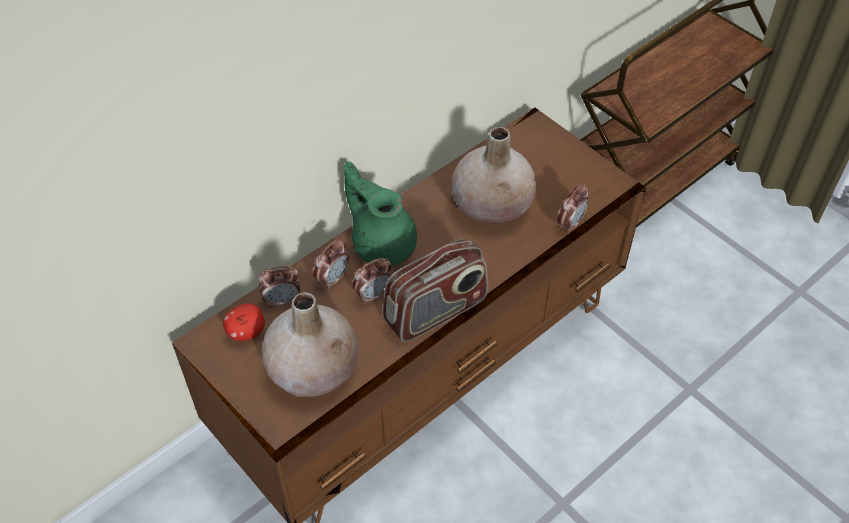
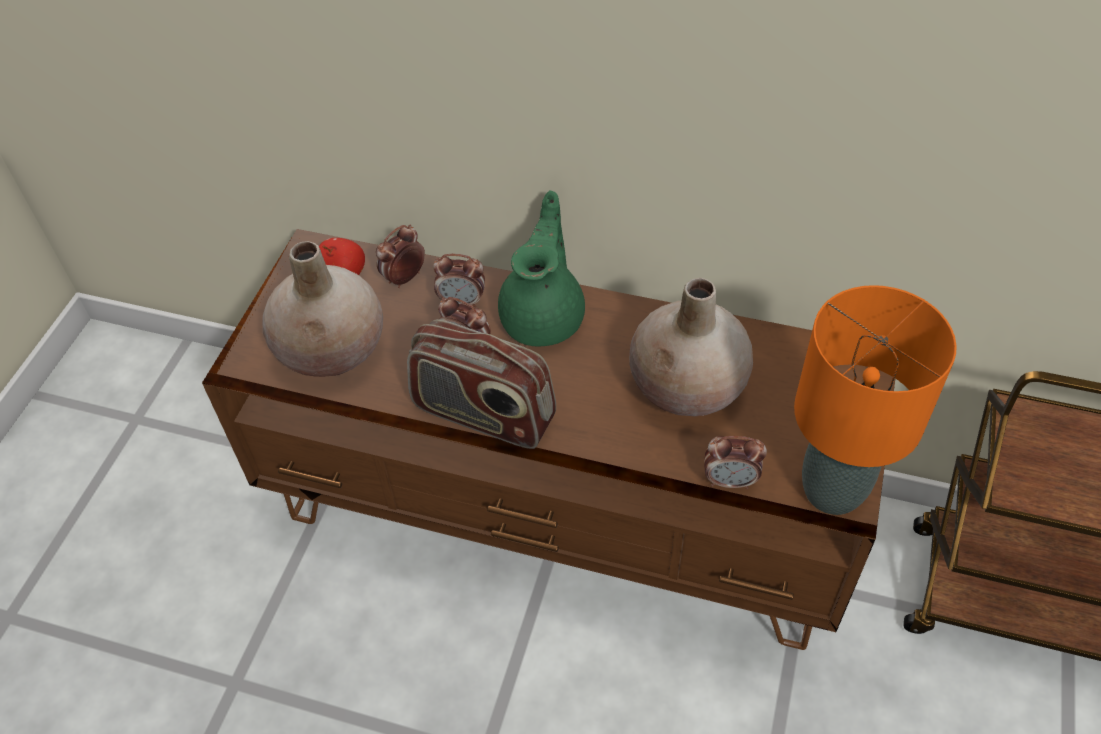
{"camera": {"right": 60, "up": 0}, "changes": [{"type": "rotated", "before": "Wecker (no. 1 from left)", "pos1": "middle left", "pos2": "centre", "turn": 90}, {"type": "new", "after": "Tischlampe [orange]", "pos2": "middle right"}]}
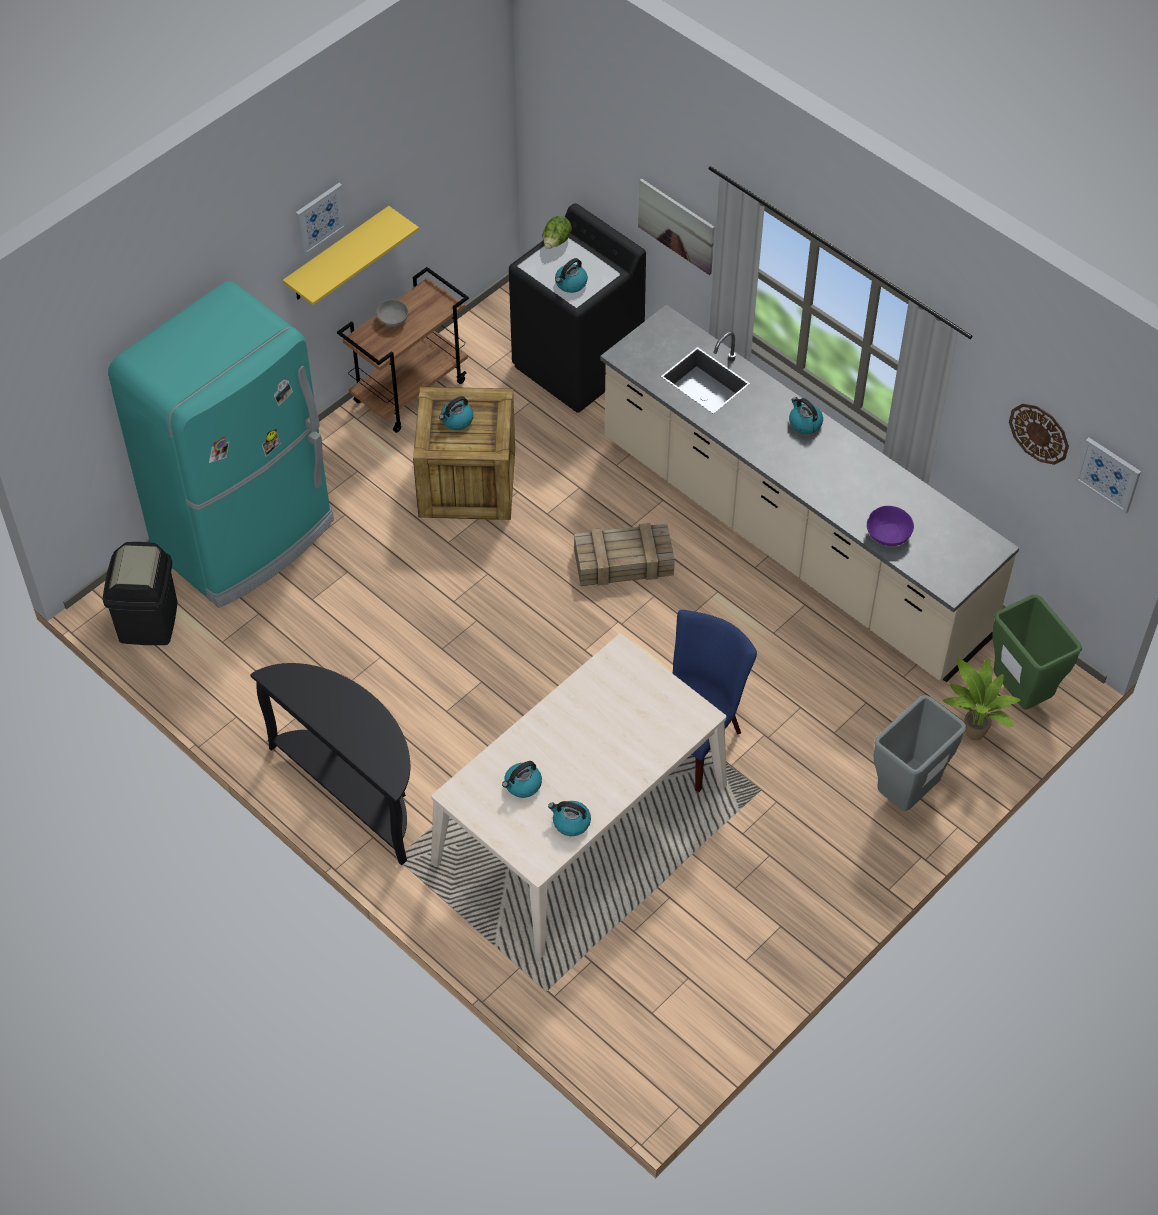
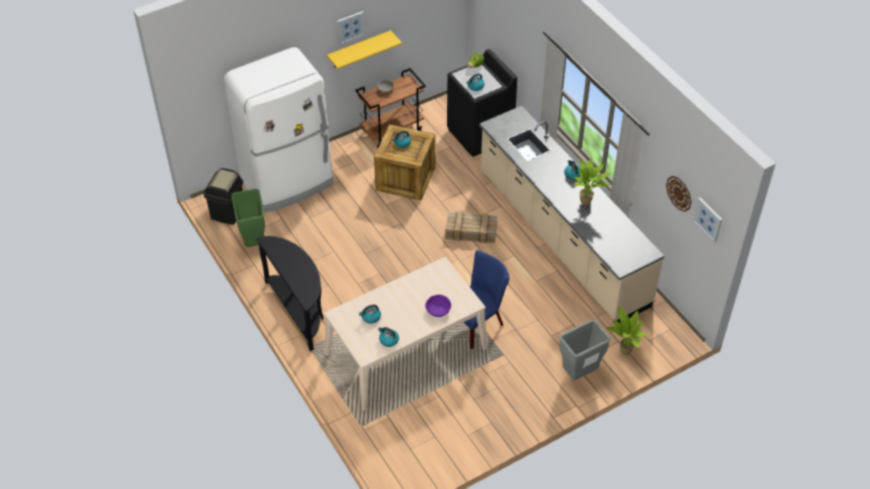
{"camera": {"right": 15, "up": -5}, "changes": [{"type": "gone", "before": "Bild (no. 2 from left)", "pos1": "top centre"}, {"type": "repainted", "before": "Kühlschrank [türkis]", "after": "Kühlschrank [weiß]", "pos1": "middle left", "pos2": "top left"}, {"type": "shifted", "before": "Schüssel [lila]", "pos1": "middle right", "pos2": "centre"}, {"type": "shifted", "before": "Mülleimer [grün]", "pos1": "middle right", "pos2": "middle left"}, {"type": "new", "after": "Topfpflanze (no. 1 from left)", "pos2": "middle right"}]}
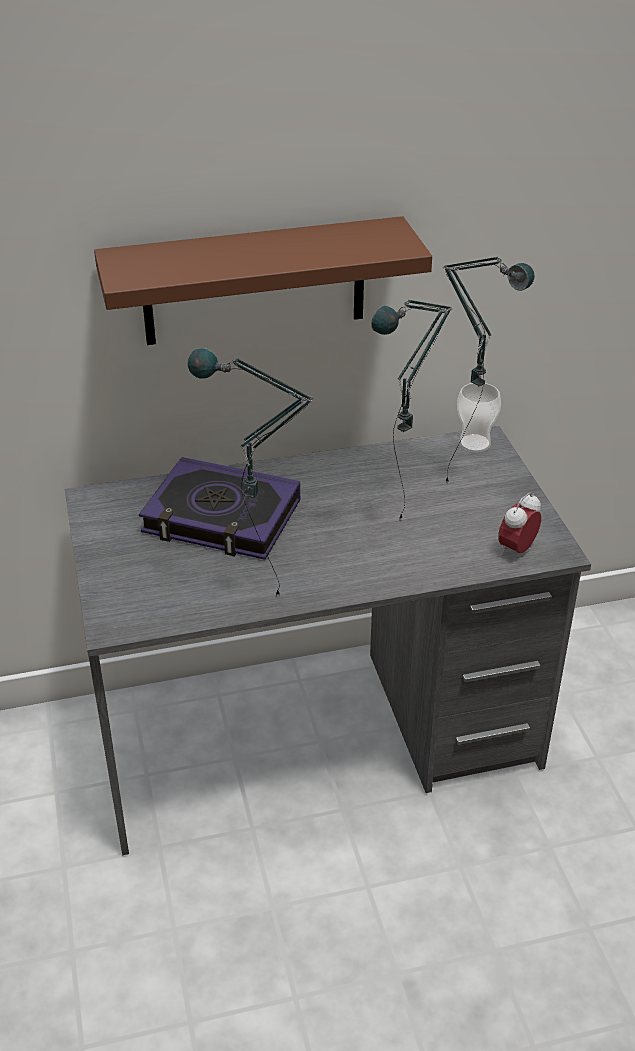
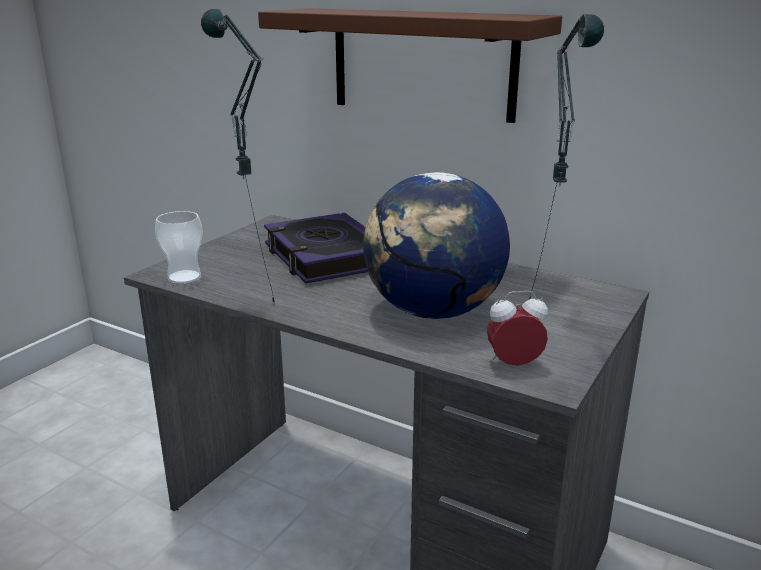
{"camera": {"right": 45, "up": -15}, "changes": [{"type": "swapped", "before": "Tischlampe (no. 2 from left)", "after": "Globus", "pos1": "centre", "pos2": "centre"}, {"type": "shifted", "before": "Tasse", "pos1": "middle right", "pos2": "middle left"}]}
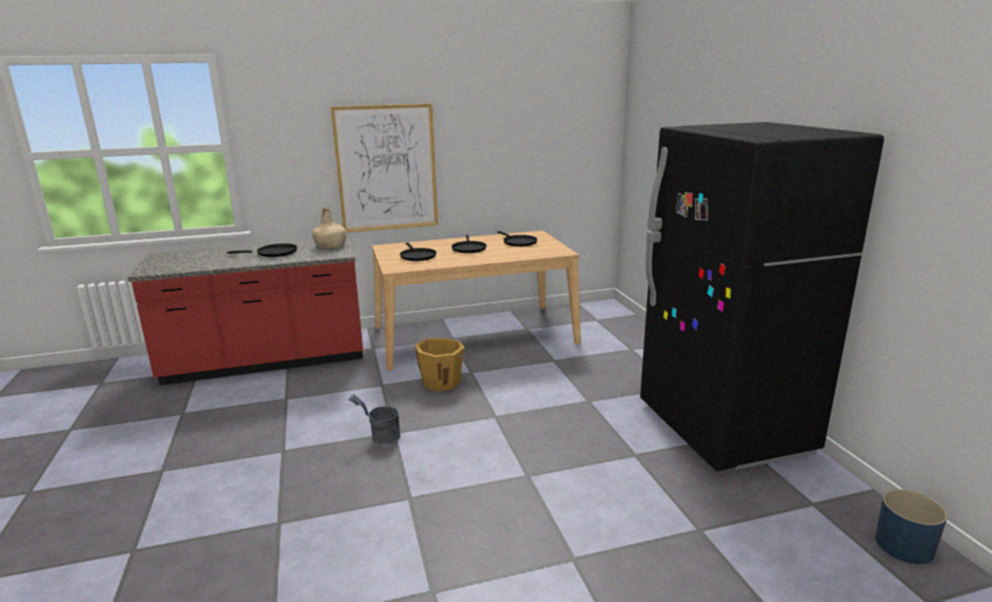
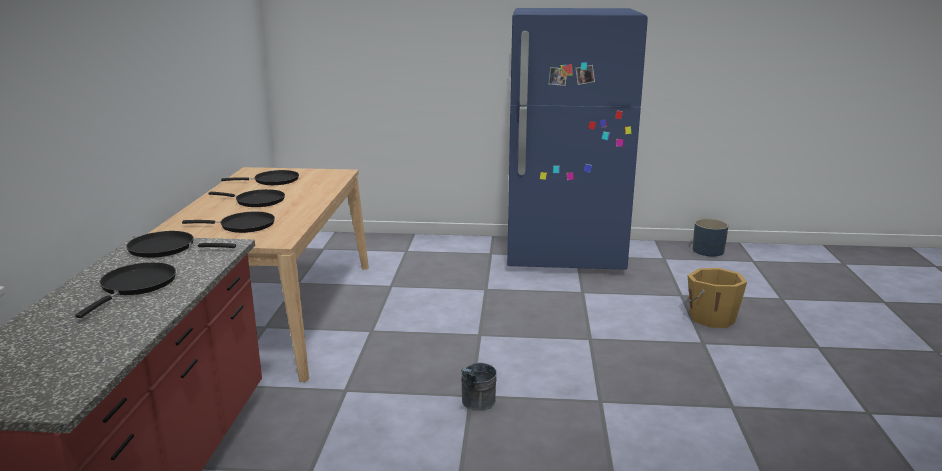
{"camera": {"right": -70, "up": 0}, "changes": [{"type": "gone", "before": "Bild", "pos1": "top centre"}, {"type": "repainted", "before": "Kühlschrank [schwarz]", "after": "Kühlschrank [blau]", "pos1": "middle right", "pos2": "top centre"}, {"type": "swapped", "before": "Flasche [beige]", "after": "Pfanne [schwarz] (no. 2 from left)", "pos1": "middle left", "pos2": "middle left"}, {"type": "shifted", "before": "Eimer [orange]", "pos1": "centre", "pos2": "middle right"}]}
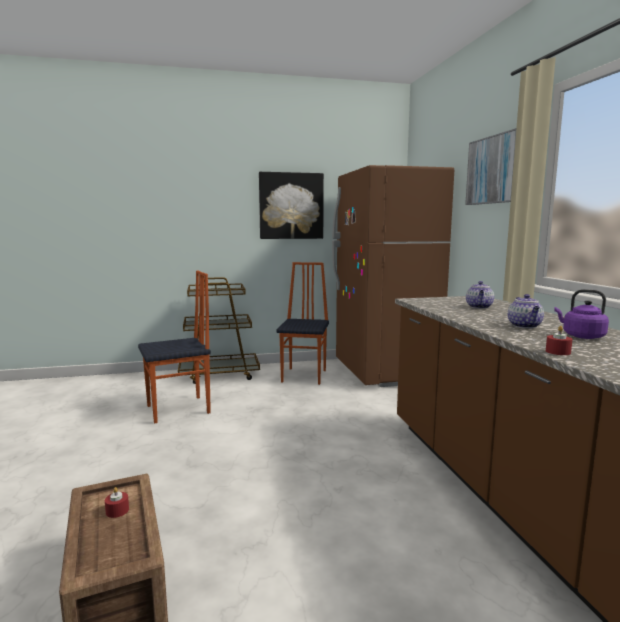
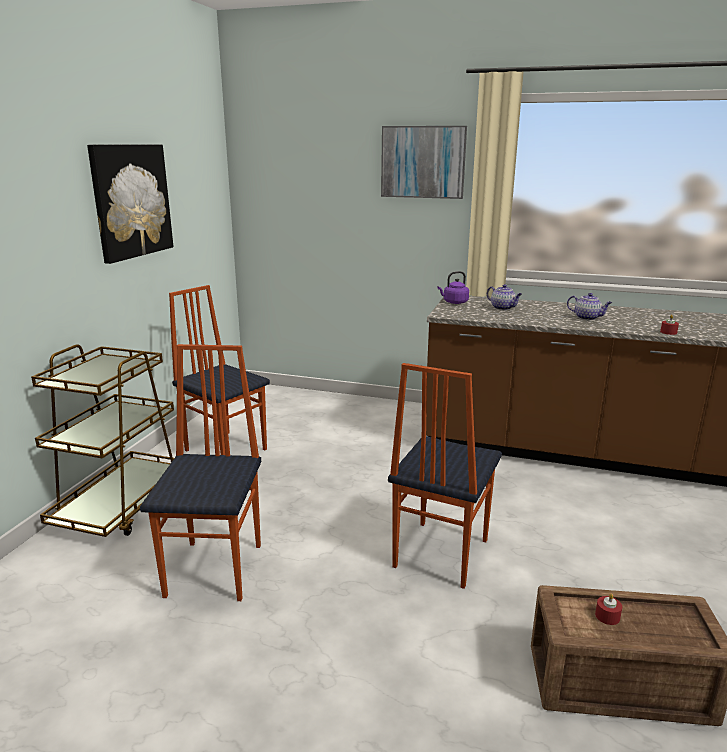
{"camera": {"right": -60, "up": 10}, "changes": [{"type": "gone", "before": "Kühlschrank [braun]", "pos1": "centre"}, {"type": "shifted", "before": "Wasserkessel [lila]", "pos1": "middle right", "pos2": "centre"}, {"type": "new", "after": "Stuhl (no. 3 from left)", "pos2": "centre"}]}
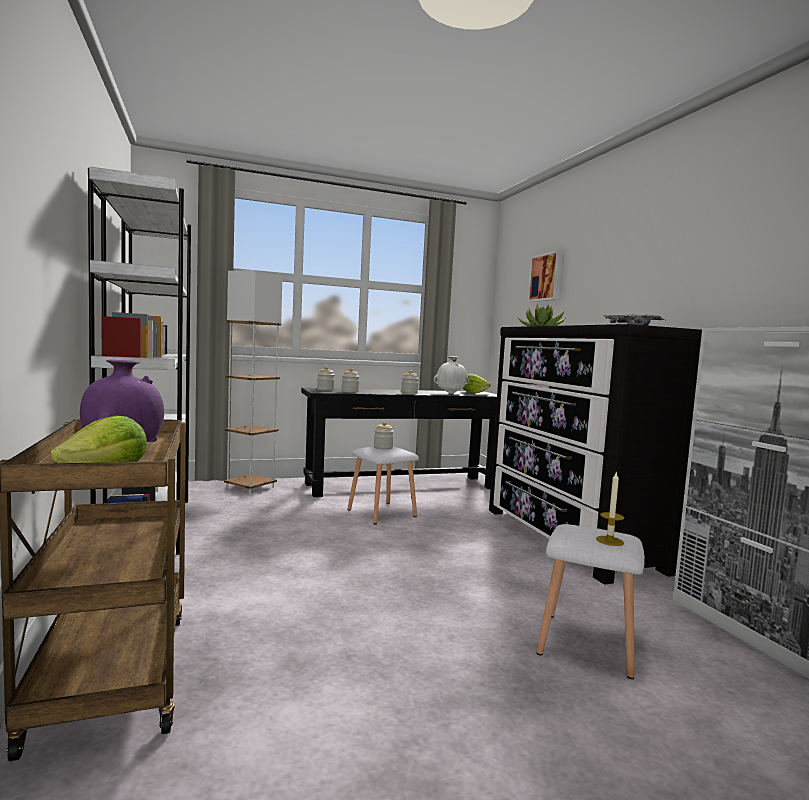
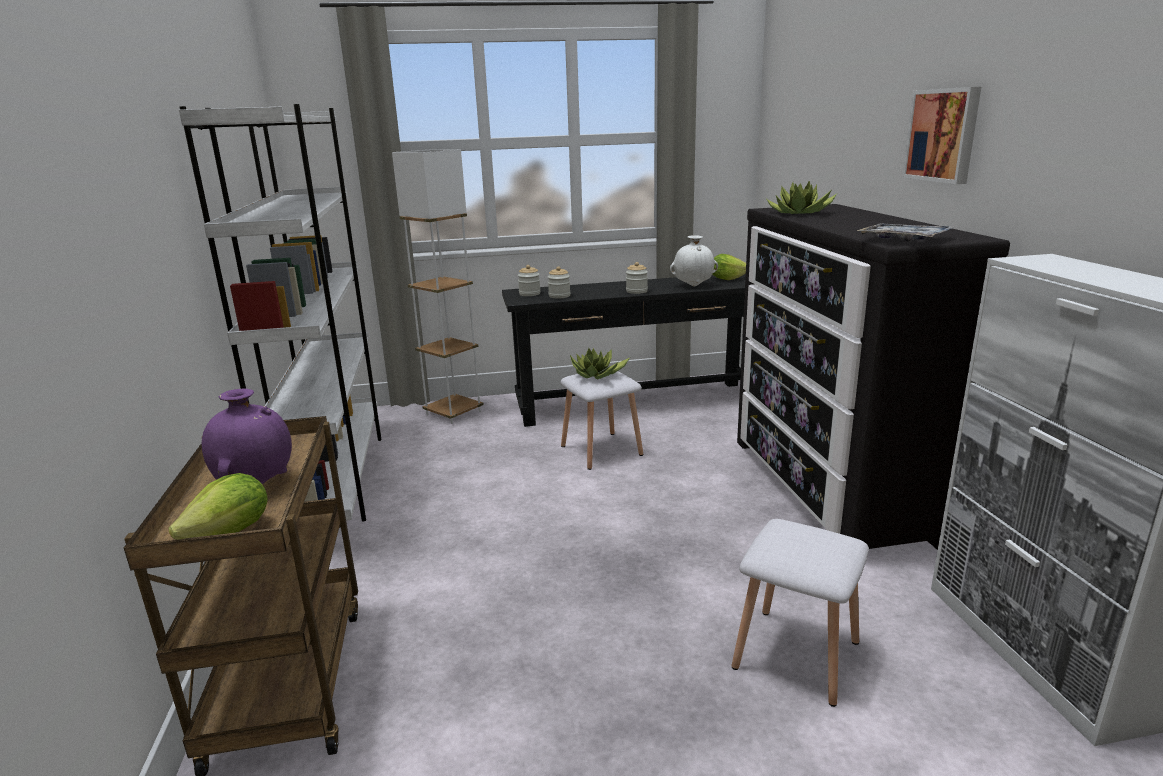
{"camera": {"right": 10, "up": 15}, "changes": [{"type": "shifted", "before": "Bild", "pos1": "middle right", "pos2": "top right"}, {"type": "swapped", "before": "Vorratsglas (no. 3 from left)", "after": "Topfpflanze (no. 1 from left)", "pos1": "centre", "pos2": "centre"}, {"type": "gone", "before": "Kerze", "pos1": "middle right"}]}
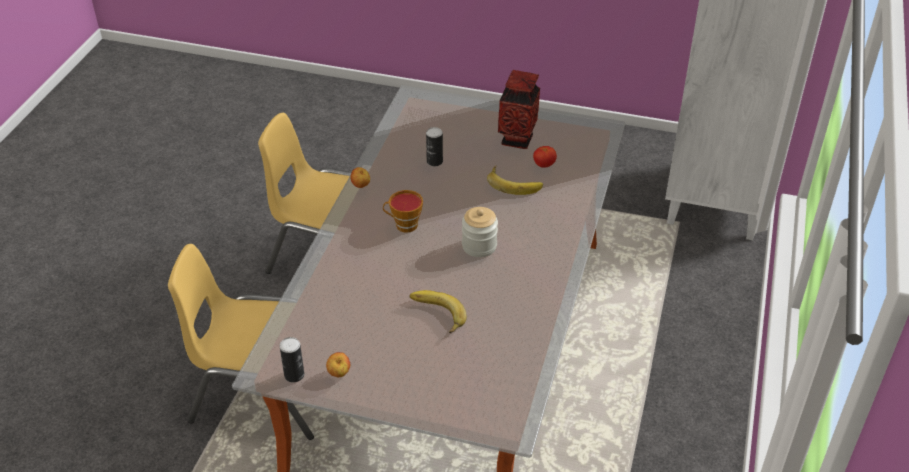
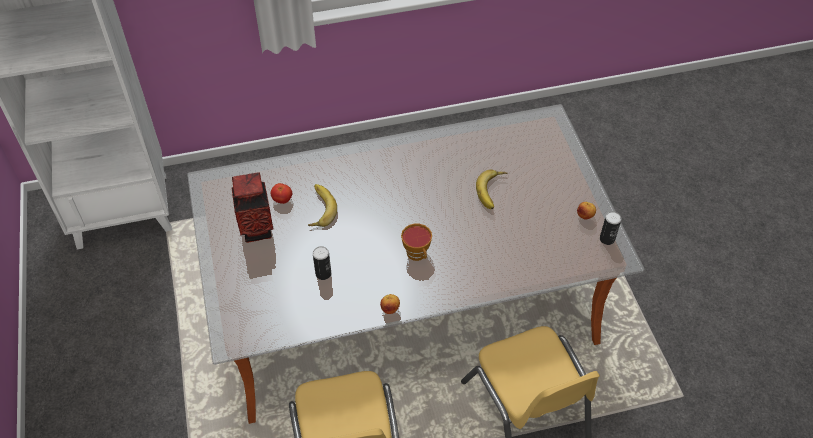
{"camera": {"right": -120, "up": 10}, "changes": [{"type": "gone", "before": "Vorratsglas", "pos1": "centre"}]}
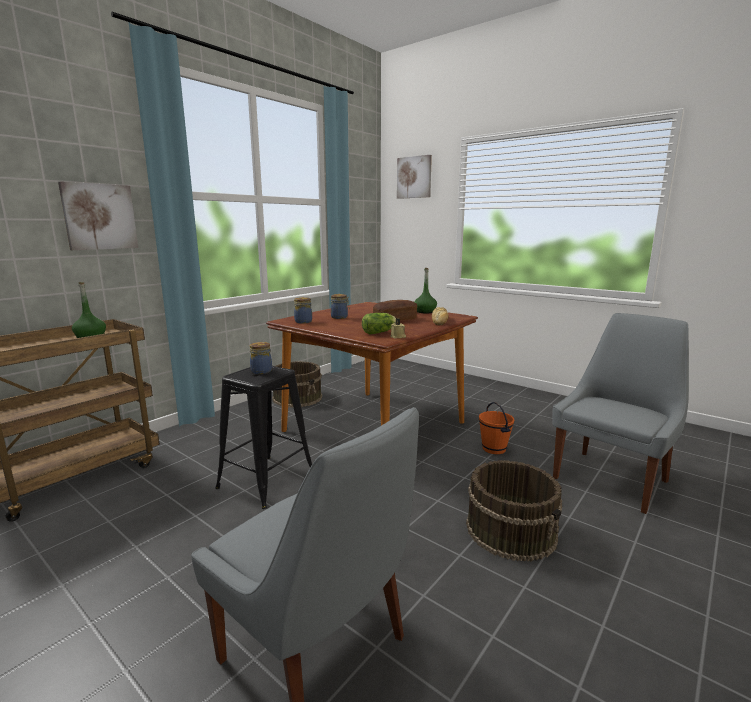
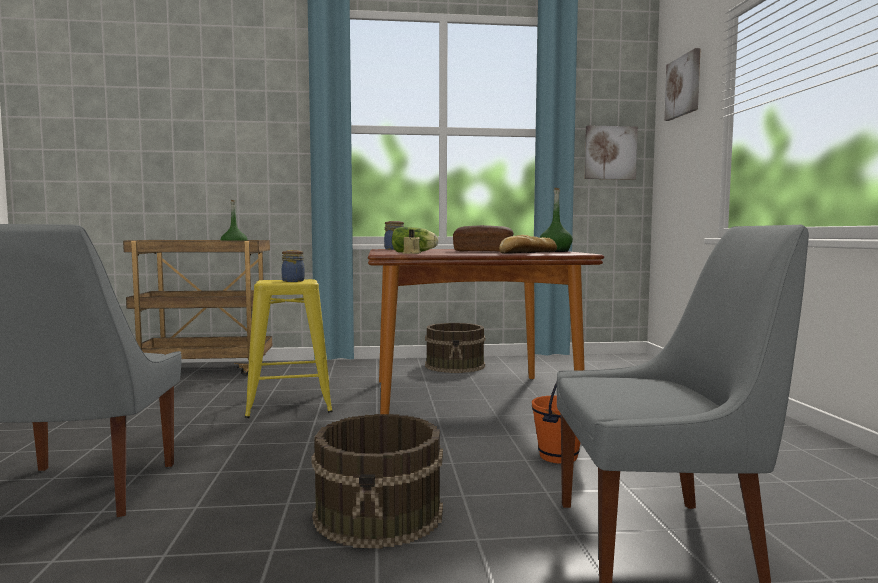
{"camera": {"right": 45, "up": -10}, "changes": [{"type": "shifted", "before": "Bild (no. 1 from left)", "pos1": "top left", "pos2": "top right"}, {"type": "gone", "before": "Vorratsglas (no. 3 from left)", "pos1": "centre"}, {"type": "repainted", "before": "Hocker [schwarz]", "after": "Hocker [gelb]", "pos1": "centre", "pos2": "middle left"}]}
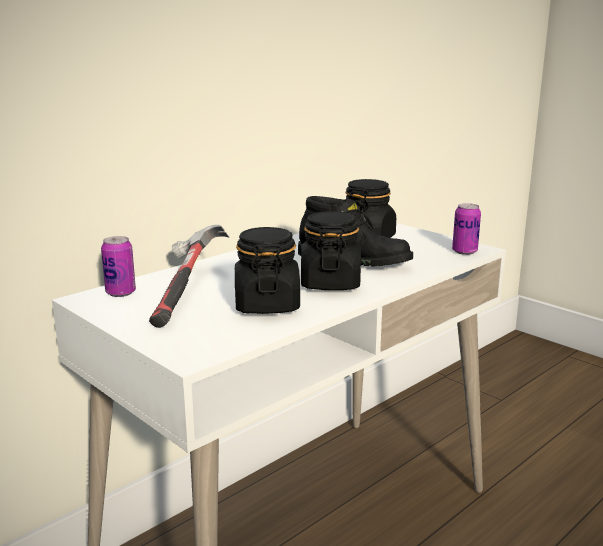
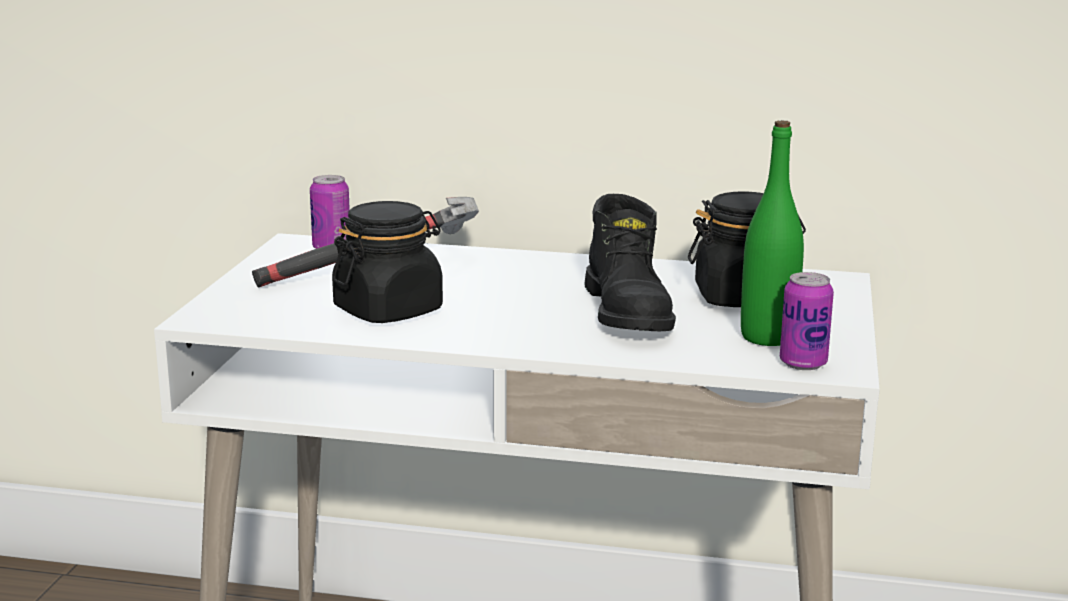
{"camera": {"right": 55, "up": 0}, "changes": [{"type": "gone", "before": "Vorratsglas [schwarz] (no. 2 from left)", "pos1": "centre"}, {"type": "new", "after": "Flasche [grün]", "pos2": "middle right"}]}
